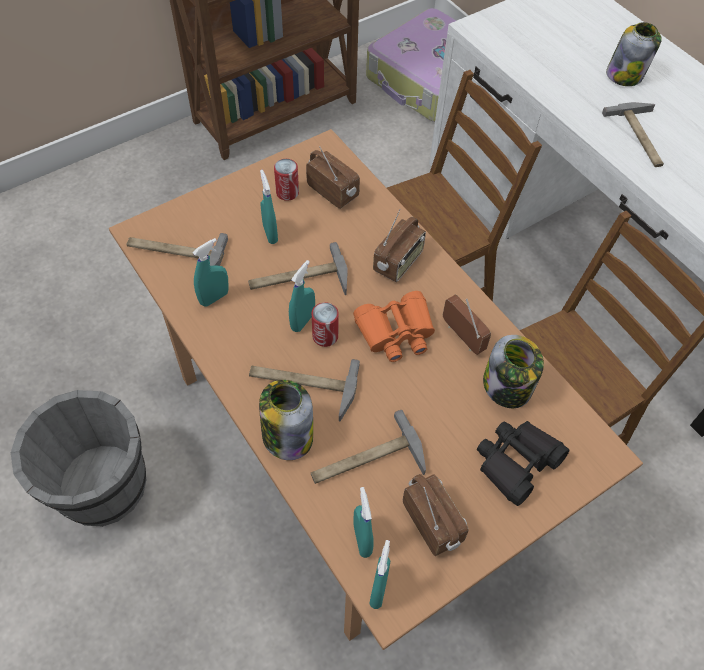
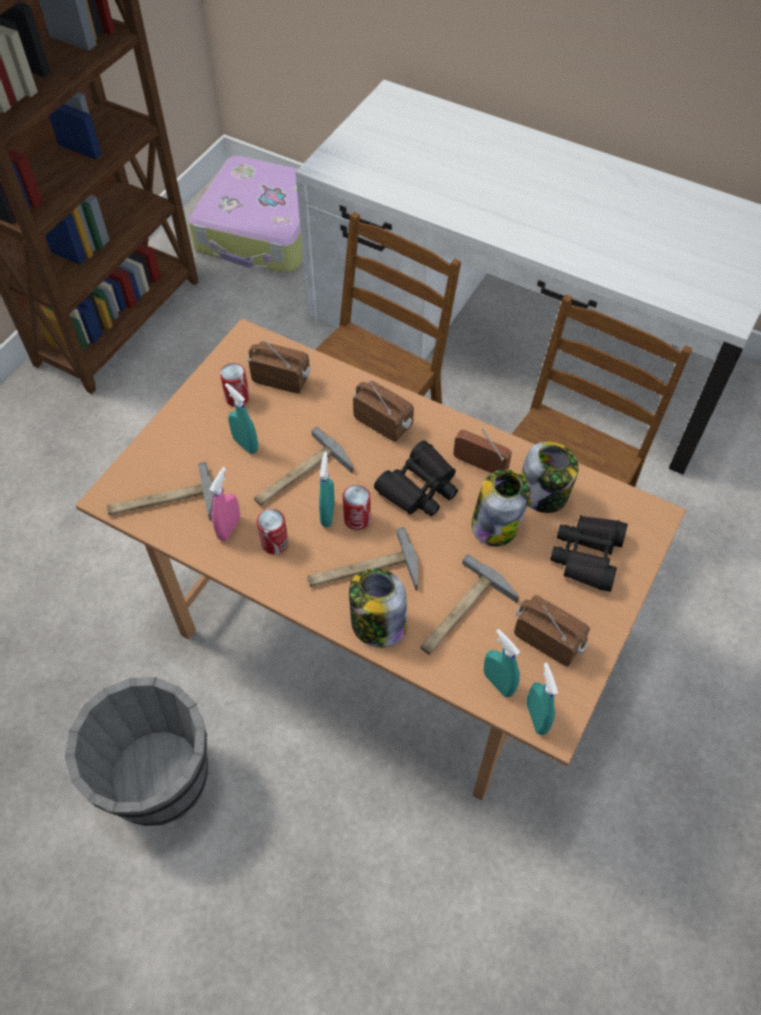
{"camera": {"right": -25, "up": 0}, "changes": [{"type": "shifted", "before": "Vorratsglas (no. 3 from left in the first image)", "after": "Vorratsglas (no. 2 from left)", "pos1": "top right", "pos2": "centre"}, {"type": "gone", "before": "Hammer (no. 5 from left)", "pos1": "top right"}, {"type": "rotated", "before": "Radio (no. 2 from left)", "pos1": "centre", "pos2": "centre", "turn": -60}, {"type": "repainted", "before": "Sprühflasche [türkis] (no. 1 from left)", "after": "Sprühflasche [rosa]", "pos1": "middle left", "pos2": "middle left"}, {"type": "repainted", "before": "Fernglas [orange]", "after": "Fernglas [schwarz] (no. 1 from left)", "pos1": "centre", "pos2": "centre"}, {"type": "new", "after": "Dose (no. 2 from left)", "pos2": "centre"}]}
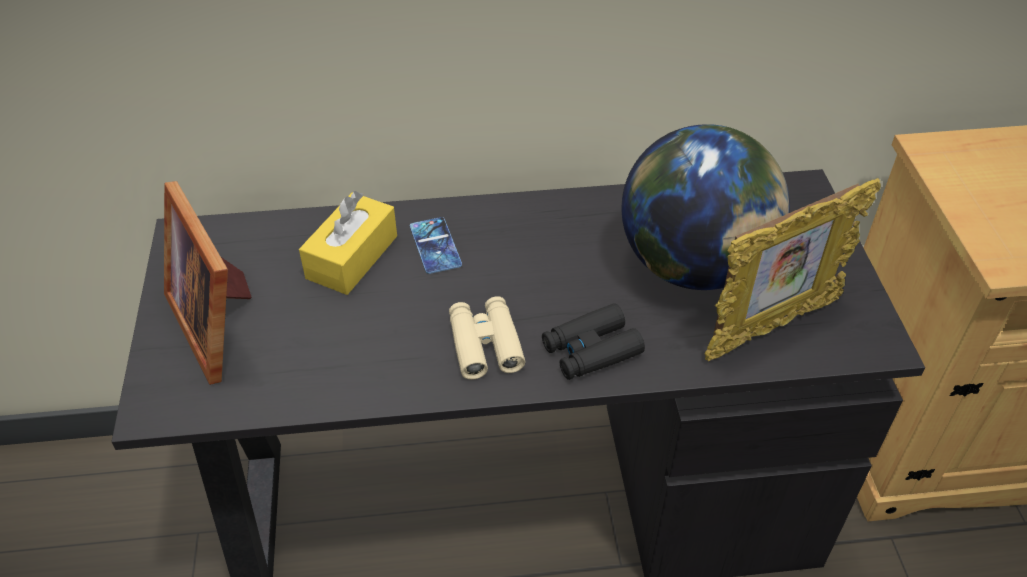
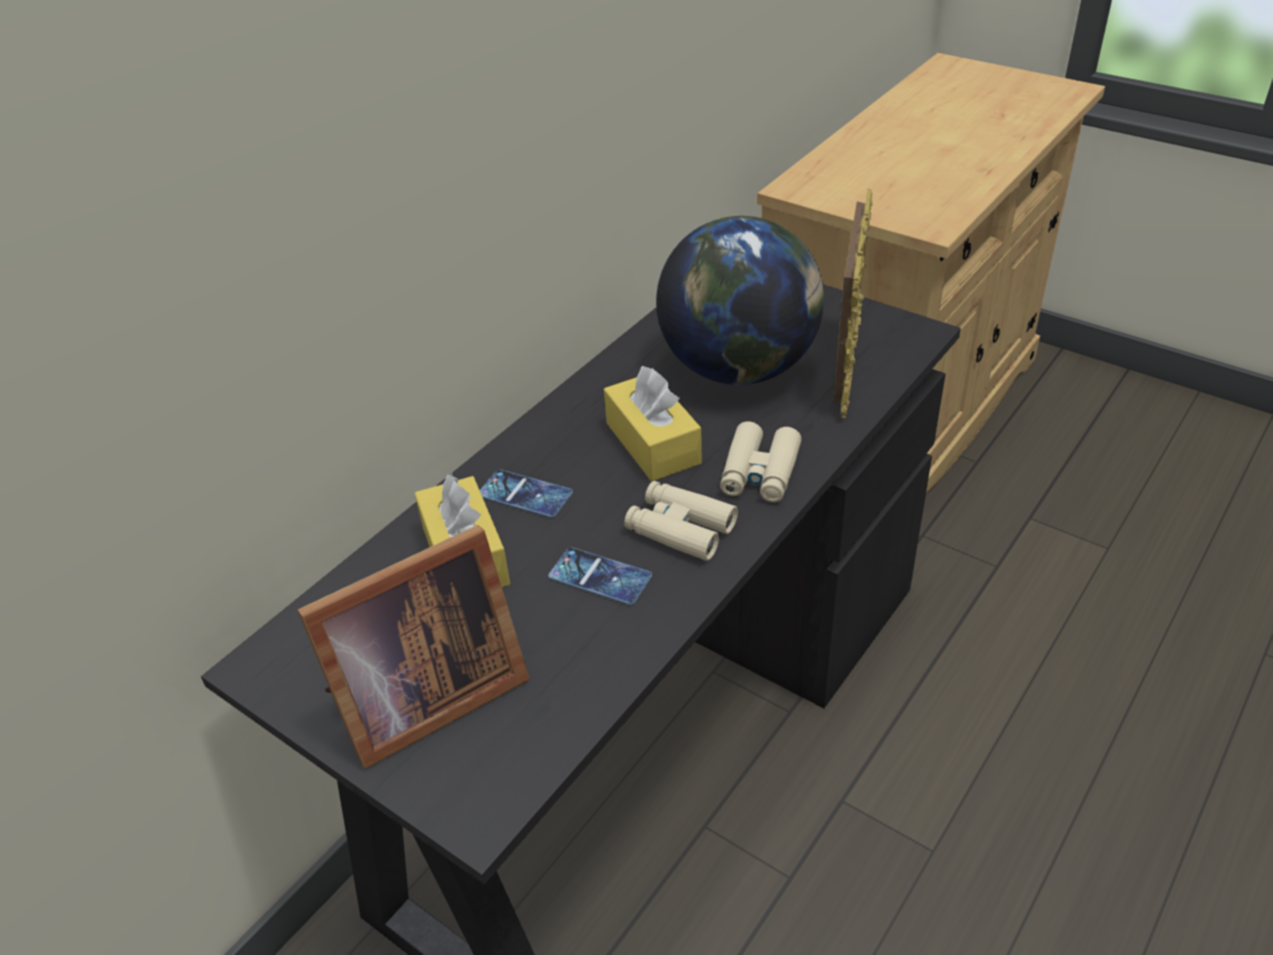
{"camera": {"right": -45, "up": -5}, "changes": [{"type": "rotated", "before": "Bilderrahmen (no. 1 from left)", "pos1": "middle left", "pos2": "bottom left", "turn": -45}, {"type": "repainted", "before": "Fernglas [schwarz]", "after": "Fernglas [beige] (no. 2 from left)", "pos1": "centre", "pos2": "centre"}, {"type": "new", "after": "Taschentuchbox [gelb] (no. 2 from left)", "pos2": "centre"}, {"type": "new", "after": "Handy (no. 2 from left)", "pos2": "centre"}]}
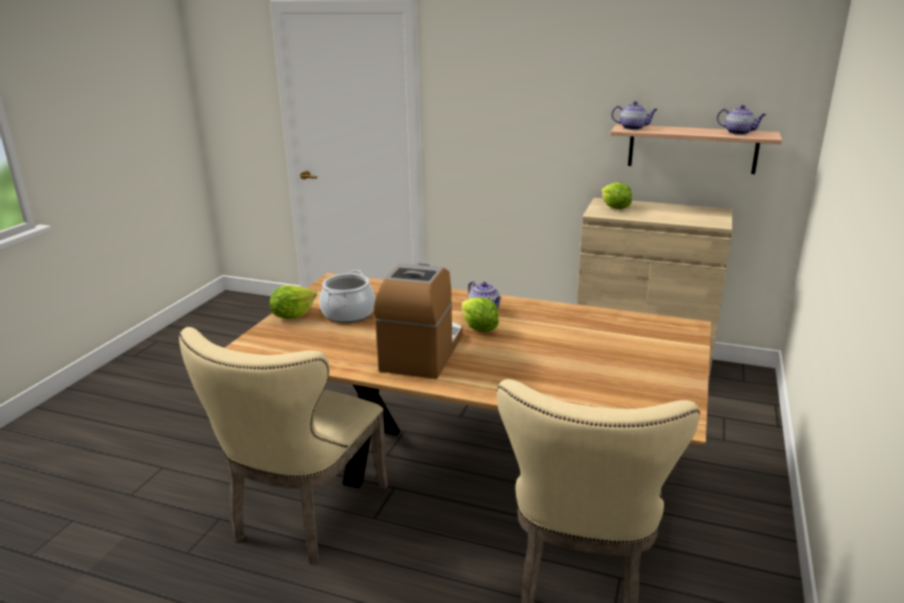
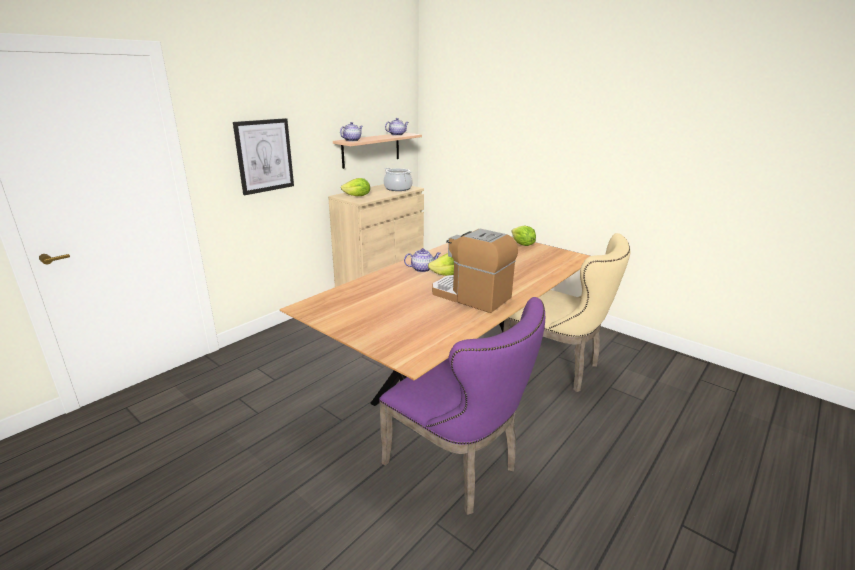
{"camera": {"right": -70, "up": 0}, "changes": [{"type": "shifted", "before": "Kochtopf", "pos1": "centre", "pos2": "top centre"}, {"type": "shifted", "before": "Salatkopf (no. 1 from left in the first image)", "after": "Salatkopf (no. 3 from left)", "pos1": "middle left", "pos2": "centre"}, {"type": "repainted", "before": "Stuhl [beige] (no. 1 from left)", "after": "Stuhl [lila]", "pos1": "bottom left", "pos2": "bottom centre"}, {"type": "new", "after": "Bild", "pos2": "top left"}]}
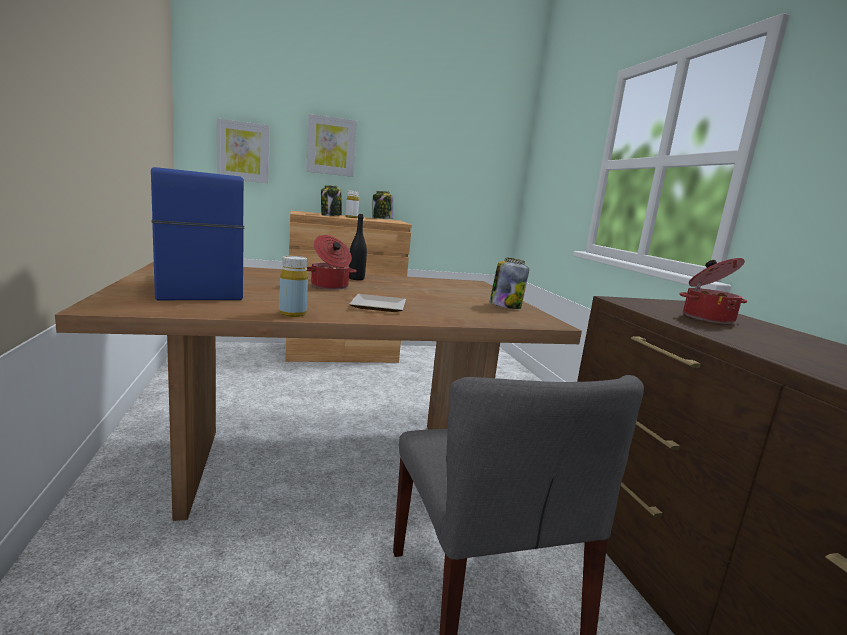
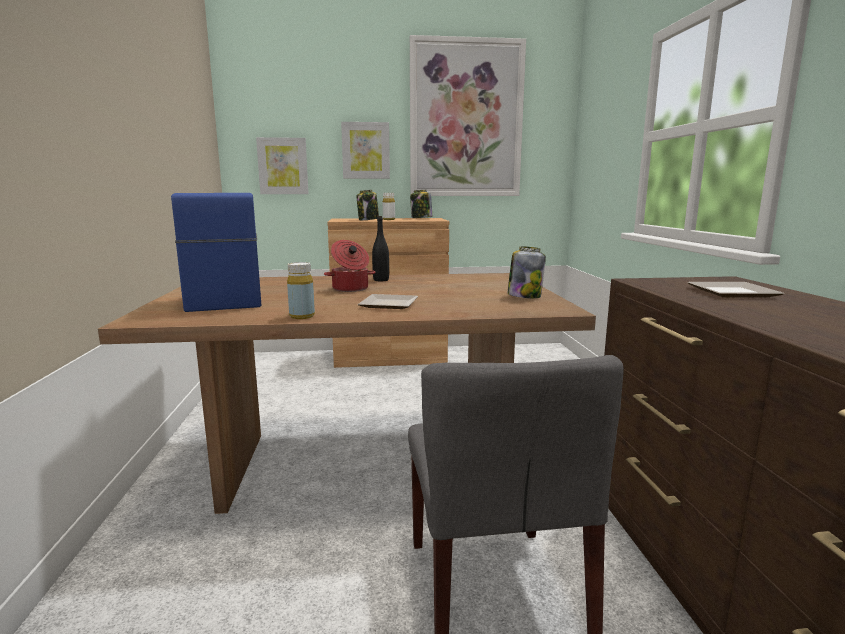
{"camera": {"right": 10, "up": 0}, "changes": [{"type": "swapped", "before": "Kochtopf (no. 2 from left)", "after": "Teller (no. 2 from left)", "pos1": "middle right", "pos2": "middle right"}, {"type": "new", "after": "Bild (no. 3 from left)", "pos2": "top centre"}]}
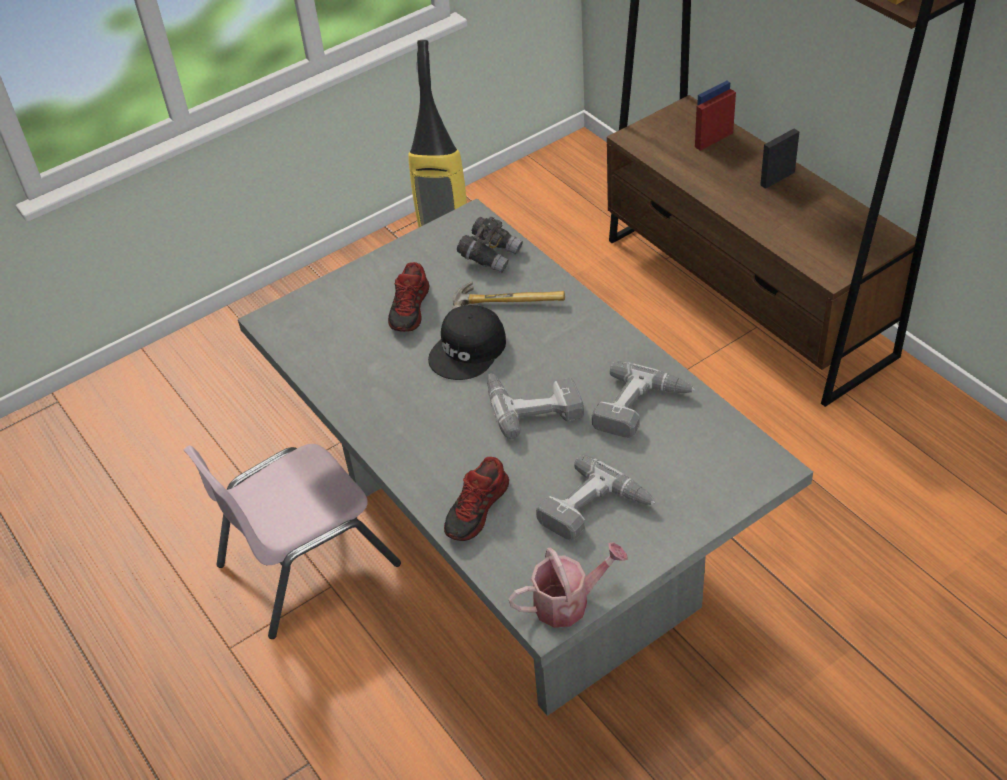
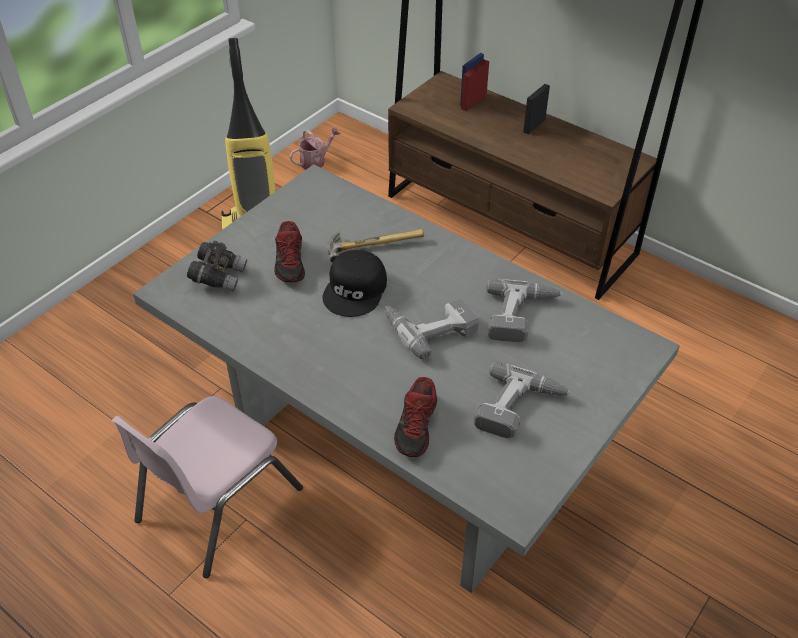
{"camera": {"right": -20, "up": 0}, "changes": [{"type": "shifted", "before": "Fernglas [grau]", "pos1": "top centre", "pos2": "middle left"}, {"type": "shifted", "before": "Gießkanne", "pos1": "bottom centre", "pos2": "top centre"}]}
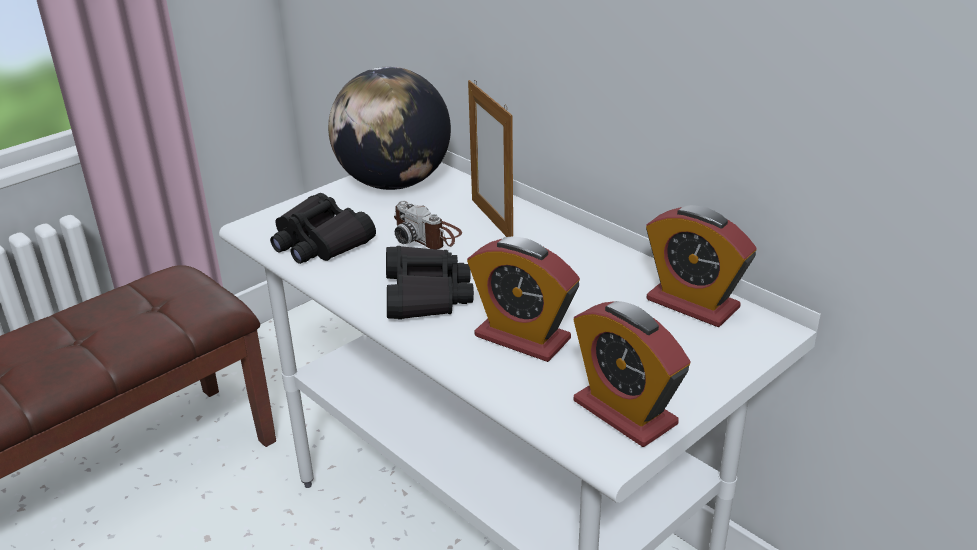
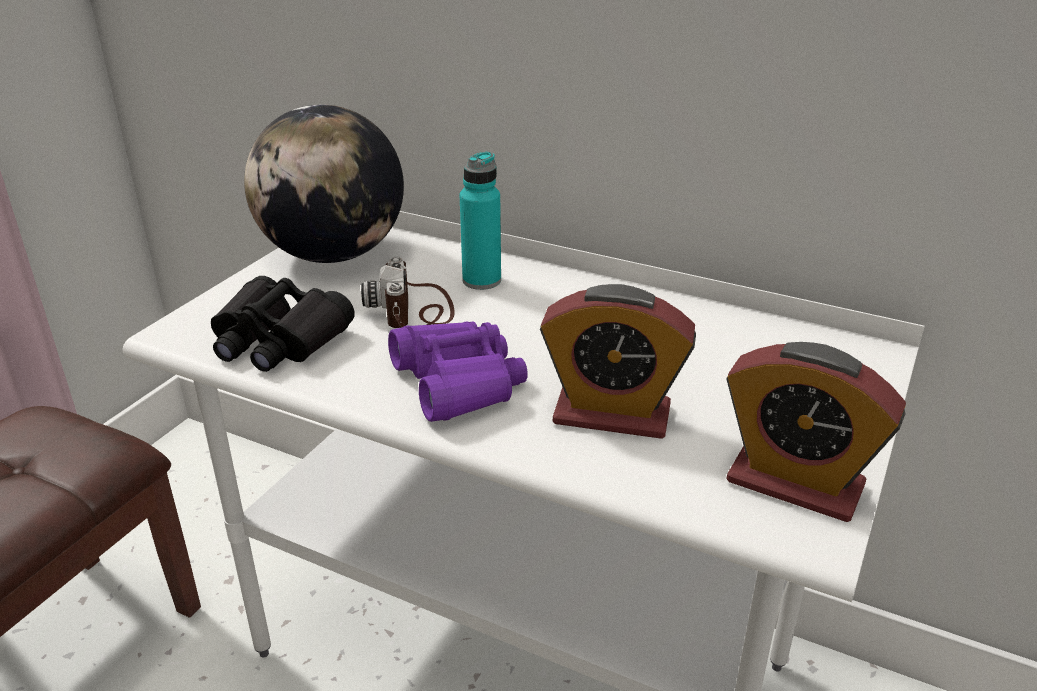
{"camera": {"right": -20, "up": 0}, "changes": [{"type": "swapped", "before": "Bilderrahmen", "after": "Flasche [türkis]", "pos1": "top centre", "pos2": "top centre"}, {"type": "rotated", "before": "Kamera", "pos1": "centre", "pos2": "centre", "turn": 60}, {"type": "gone", "before": "Wecker (no. 3 from left)", "pos1": "middle right"}, {"type": "repainted", "before": "Fernglas [schwarz] (no. 2 from left)", "after": "Fernglas [lila]", "pos1": "centre", "pos2": "centre"}]}
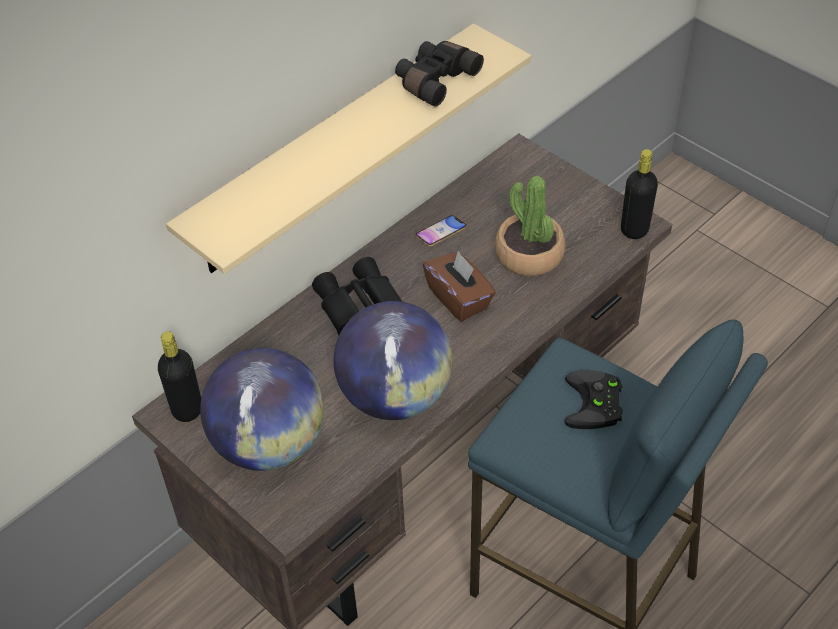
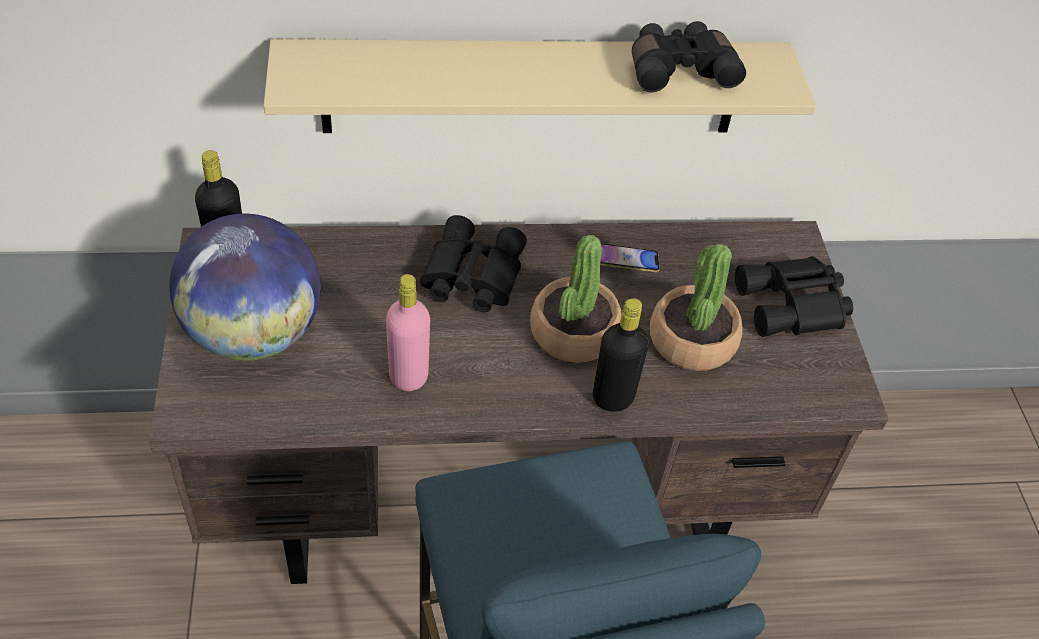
{"camera": {"right": 35, "up": 0}, "changes": [{"type": "shifted", "before": "Flasche [schwarz] (no. 2 from left)", "pos1": "top right", "pos2": "centre"}, {"type": "swapped", "before": "Taschentuchbox [braun]", "after": "Topfpflanze (no. 1 from left)", "pos1": "centre", "pos2": "centre"}, {"type": "swapped", "before": "Globus (no. 2 from left)", "after": "Flasche [rosa]", "pos1": "centre", "pos2": "centre"}, {"type": "gone", "before": "Gamepad [schwarz]", "pos1": "middle right"}, {"type": "new", "after": "Fernglas [schwarz] (no. 3 from left)", "pos2": "middle right"}]}
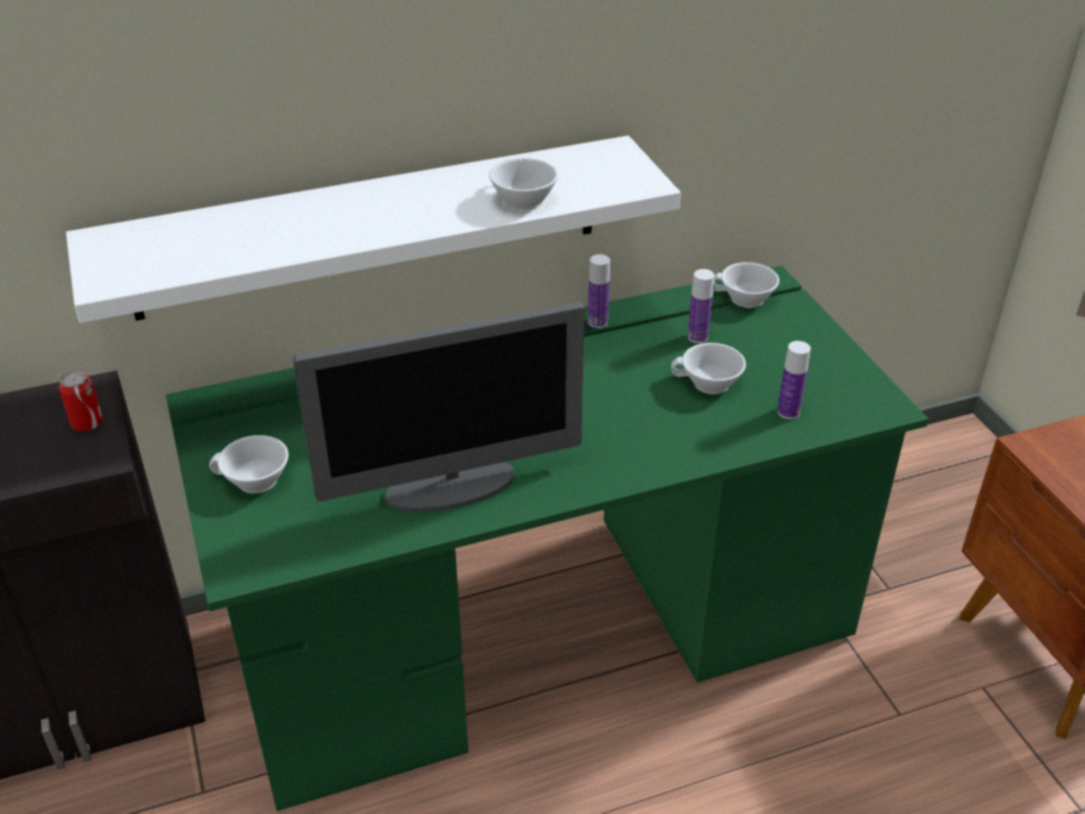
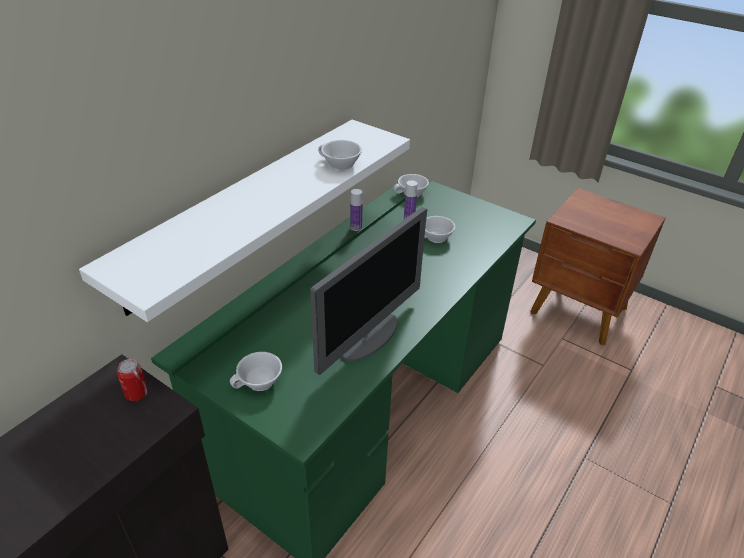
{"camera": {"right": -35, "up": 0}, "changes": [{"type": "gone", "before": "Flasche (no. 3 from left)", "pos1": "middle right"}]}
